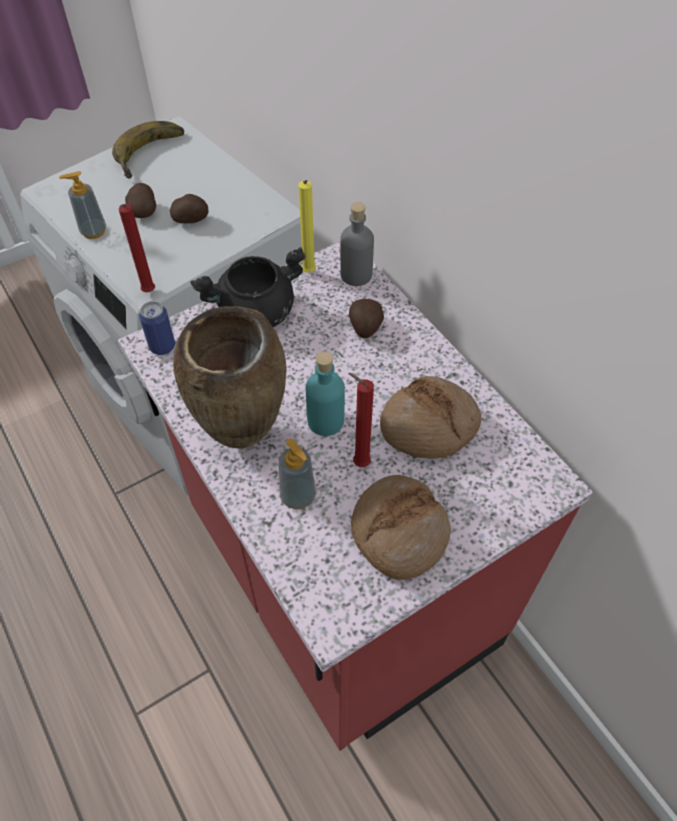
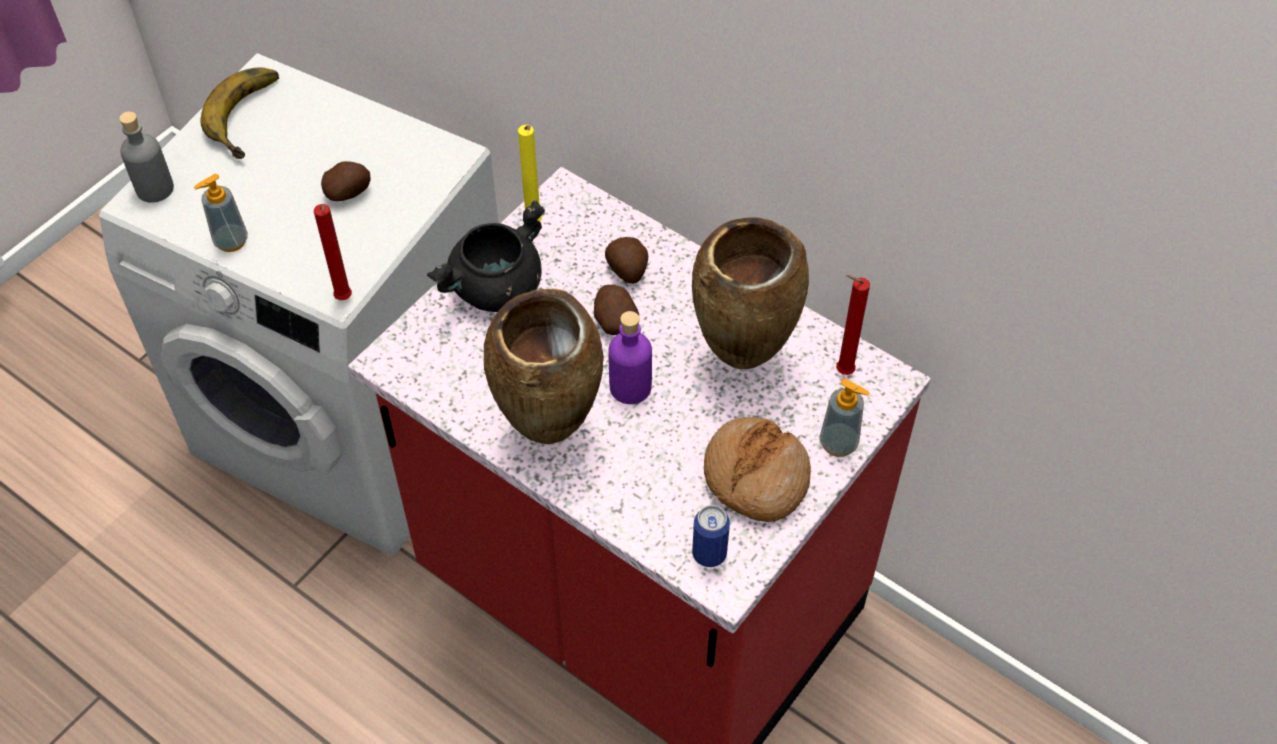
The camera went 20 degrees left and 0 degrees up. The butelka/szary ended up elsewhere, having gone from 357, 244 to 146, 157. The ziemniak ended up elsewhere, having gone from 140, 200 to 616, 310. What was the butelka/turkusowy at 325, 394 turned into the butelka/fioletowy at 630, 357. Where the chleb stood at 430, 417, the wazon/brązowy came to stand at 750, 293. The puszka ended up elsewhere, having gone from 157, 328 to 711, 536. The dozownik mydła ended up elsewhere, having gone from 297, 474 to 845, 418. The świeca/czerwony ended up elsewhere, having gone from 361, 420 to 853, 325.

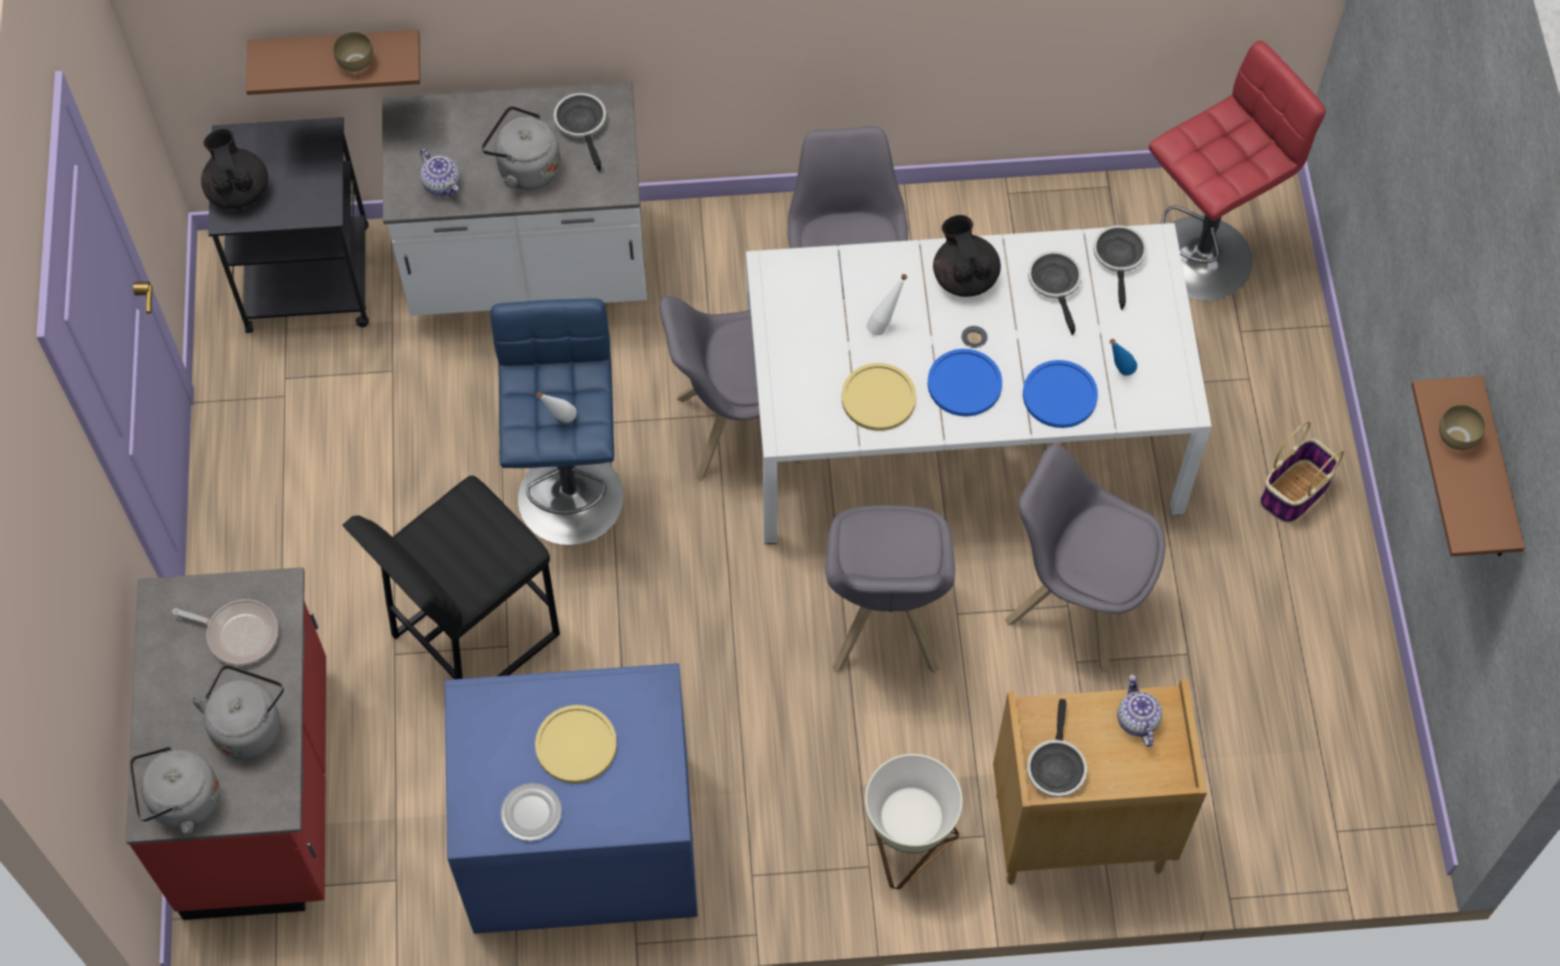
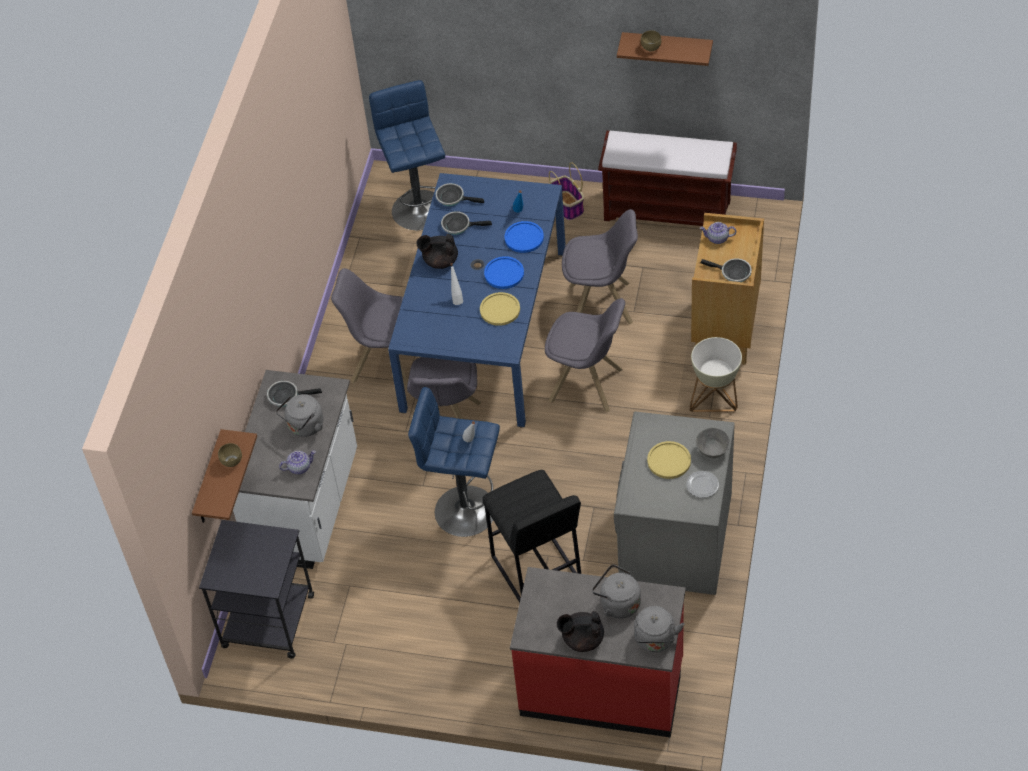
The camera went 70 degrees left and 10 degrees down. What was the stołek/czerwony at 1237, 170 turned into the stołek/niebieski at 407, 155. What was the stół jadalny/biały at 979, 383 turned into the stół jadalny/niebieski at 477, 300. The imbryk/czarny ended up elsewhere, having gone from 234, 169 to 580, 631. The krzesło/szary at 1085, 558 ended up facing another way, 135 degrees counterclockwise from before. The second view gained the ławka/brązowy at 667, 178. What was the pralka/niebieski at 571, 798 turned into the pralka/szary at 674, 503. The second view gained the miska/szary at 713, 443. The second view lost the patelnia at 225, 632.

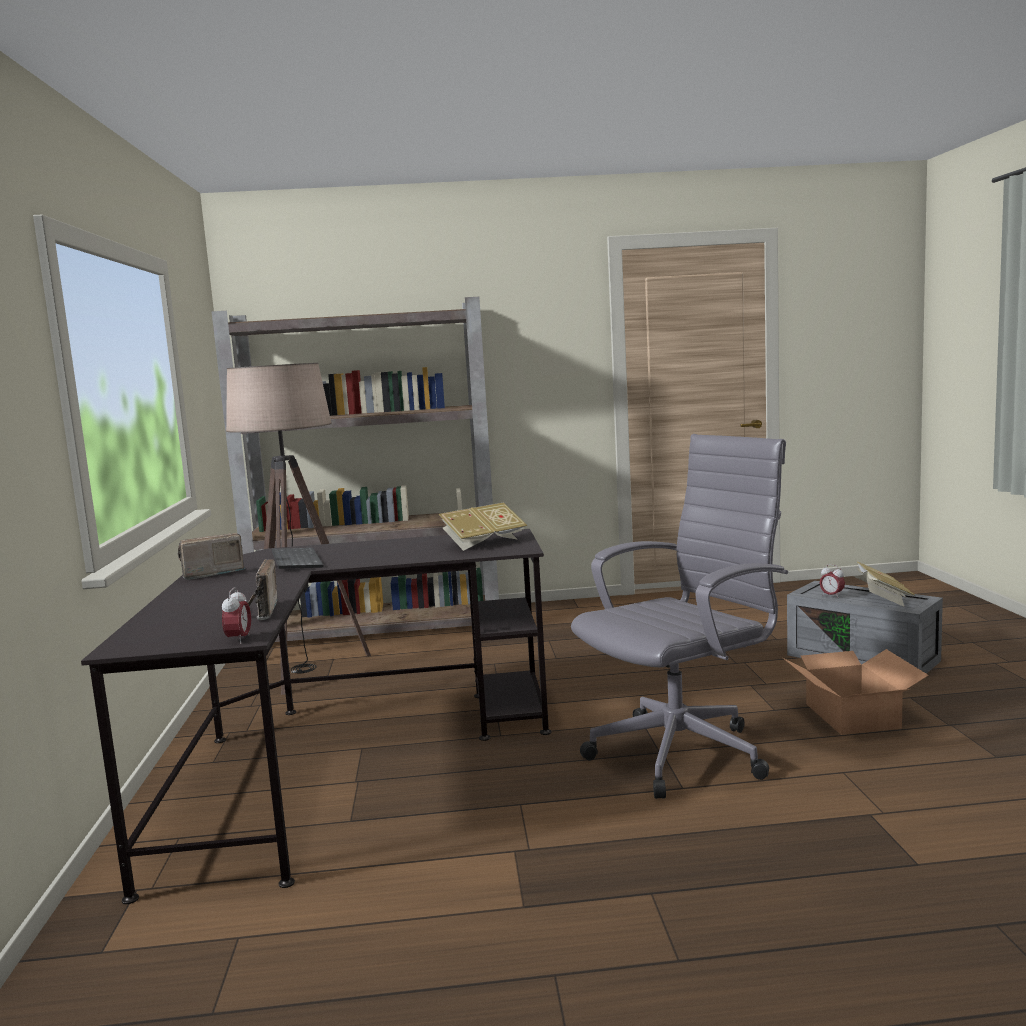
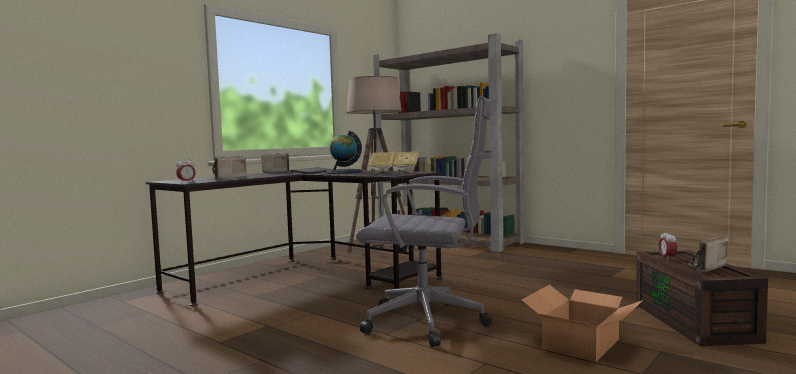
The camera went 45 degrees right and 5 degrees down. The second view gained the globus at 344, 152. What was the pojemnik do przechowywania/szary at 865, 627 turned into the pojemnik do przechowywania/brązowy at 702, 298. Where the książka stood at 884, 584, the radio came to stand at 708, 254.

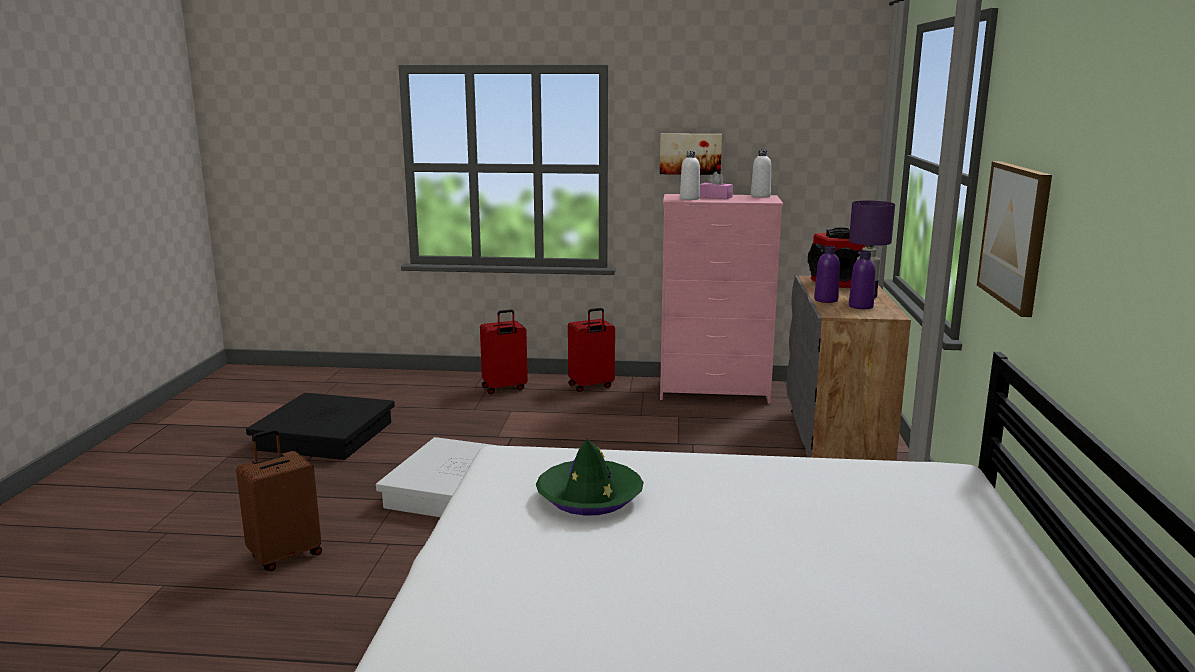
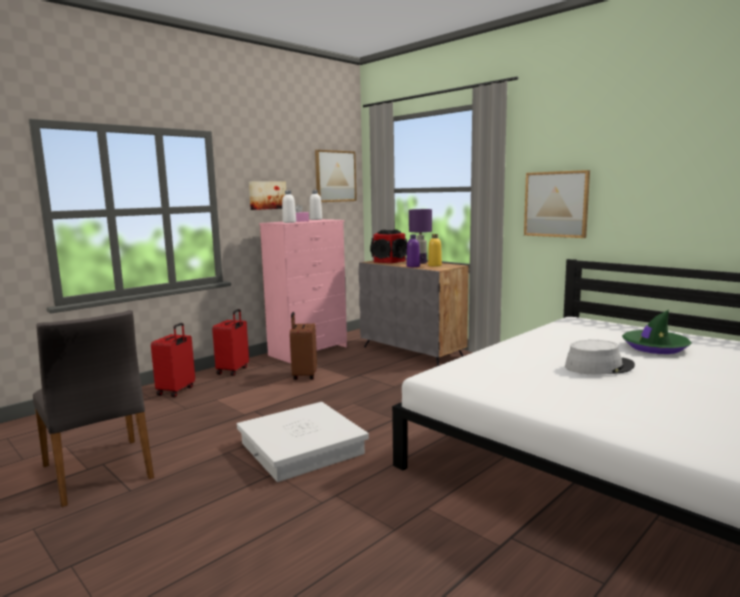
The camera went 50 degrees left and 5 degrees down. Where the pojemnik do przechowywania/czarny stood at 320, 426, the krzesło/szary came to stand at 93, 408. The walizka/brązowy ended up elsewhere, having gone from 279, 500 to 303, 346. The second view gained the obraz at 336, 176. What was the butelka/fioletowy at 862, 280 turned into the butelka/żółty at 435, 250. The second view gained the kapelusz/szary at 600, 357. The kapelusz/zielony ended up elsewhere, having gone from 590, 477 to 657, 332.

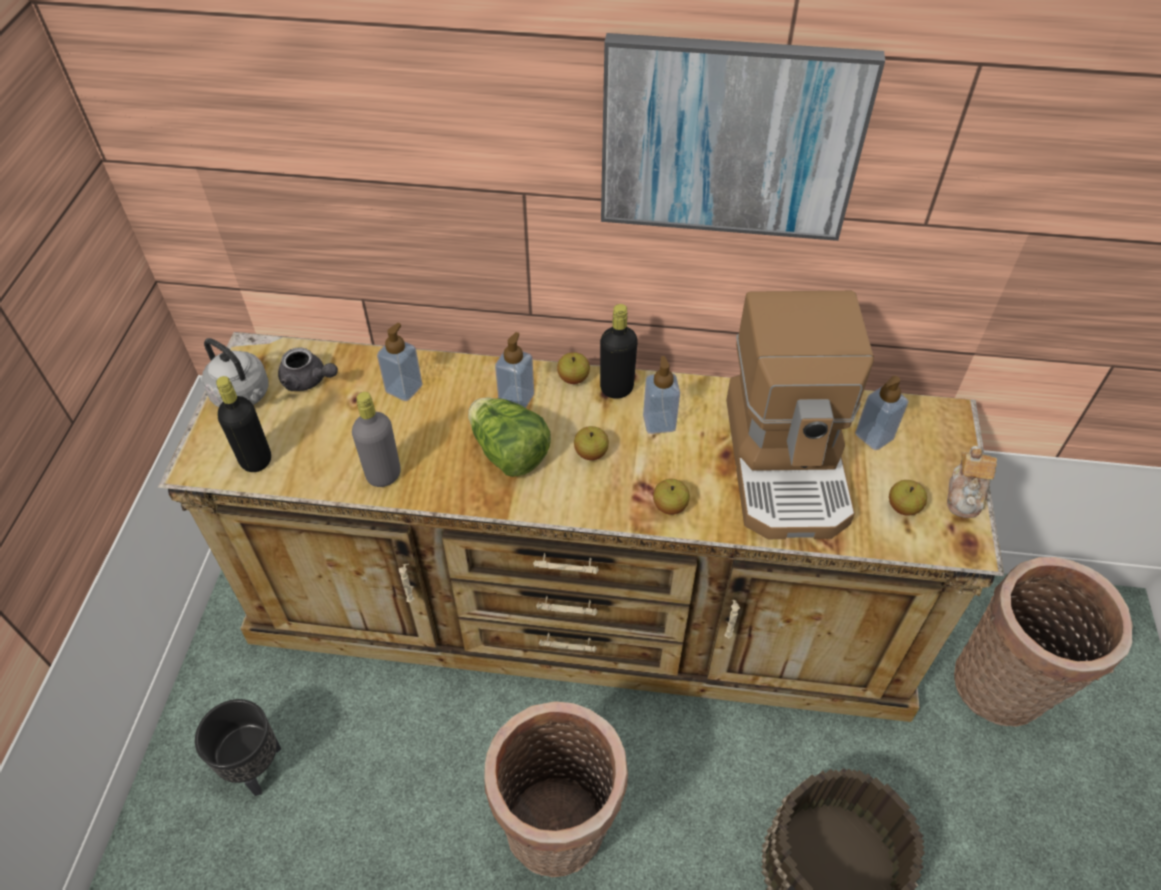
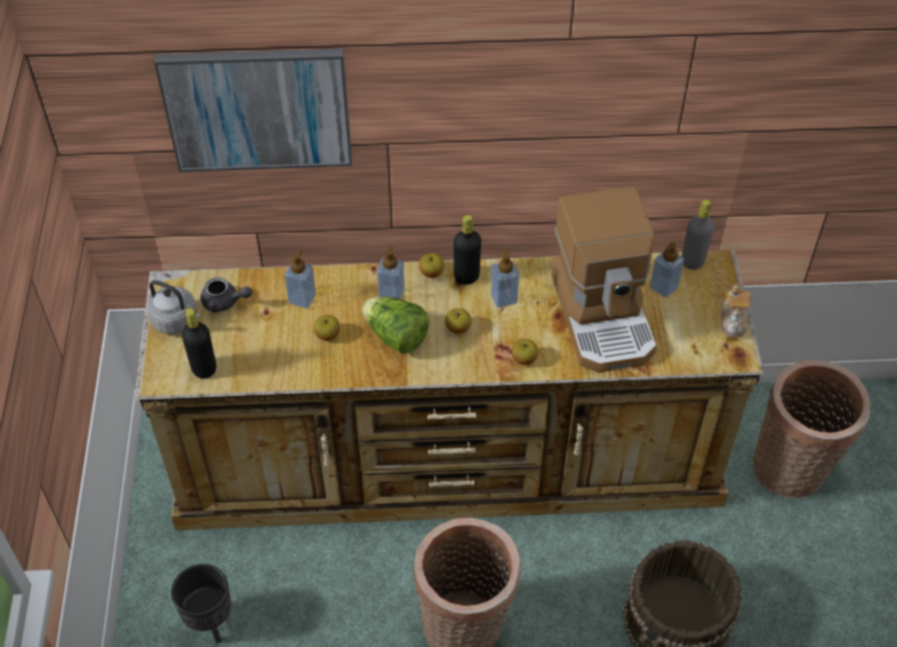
The camera went 10 degrees left and 0 degrees up. The obraz ended up elsewhere, having gone from 743, 137 to 253, 110. The jabłko ended up elsewhere, having gone from 908, 497 to 327, 328. The butelka/szary ended up elsewhere, having gone from 376, 439 to 698, 234.

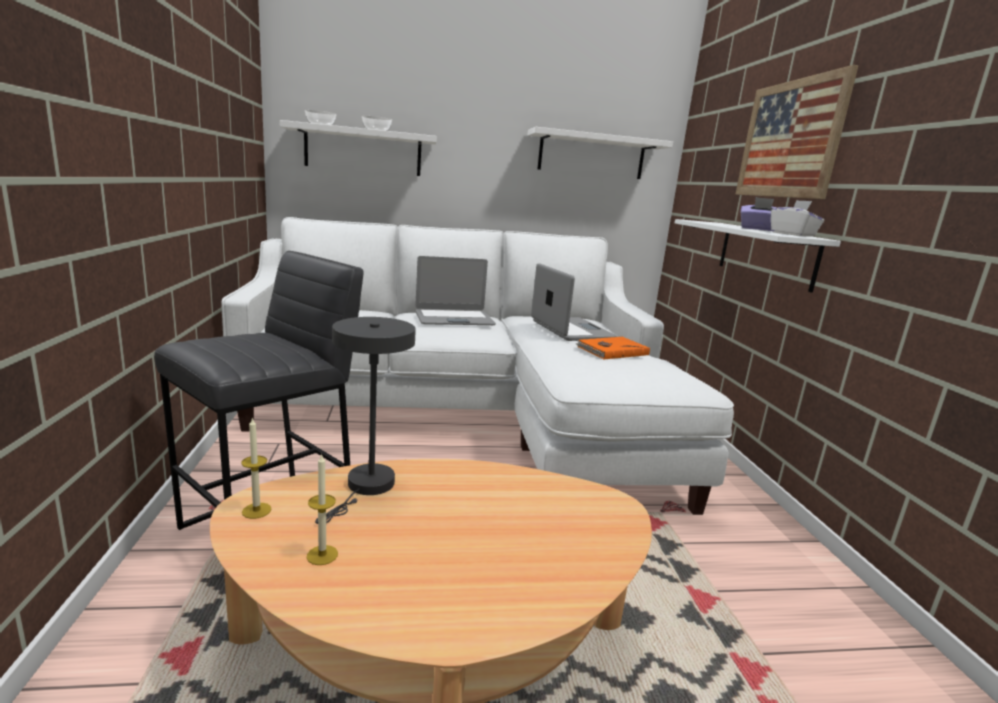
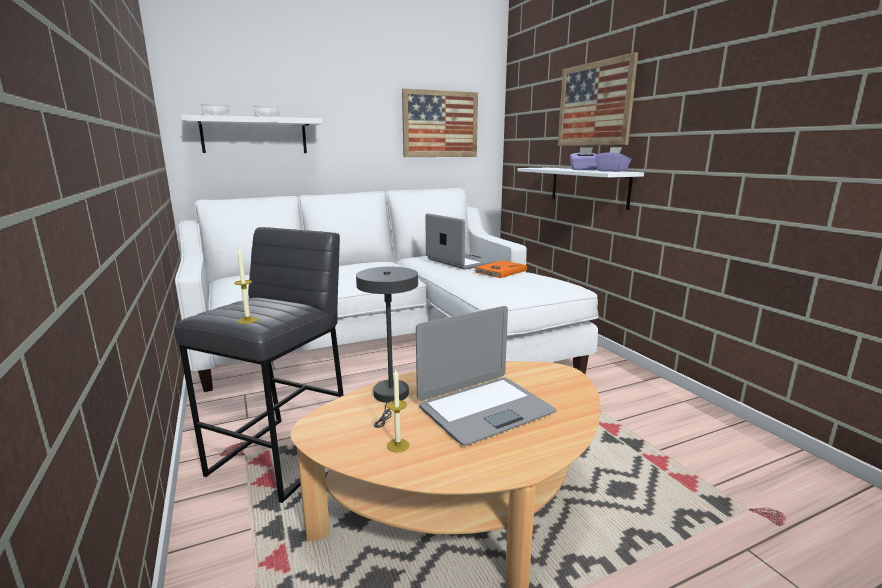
The camera went 15 degrees left and 0 degrees up. The świeca ended up elsewhere, having gone from 256, 469 to 246, 286. Where the półka/biały hung at 600, 153, the obraz came to hang at 440, 122. The laptop ended up elsewhere, having gone from 455, 290 to 486, 376. What was the pudełko chusteczek/biały at 797, 218 turned into the pudełko chusteczek/fioletowy at 613, 159.

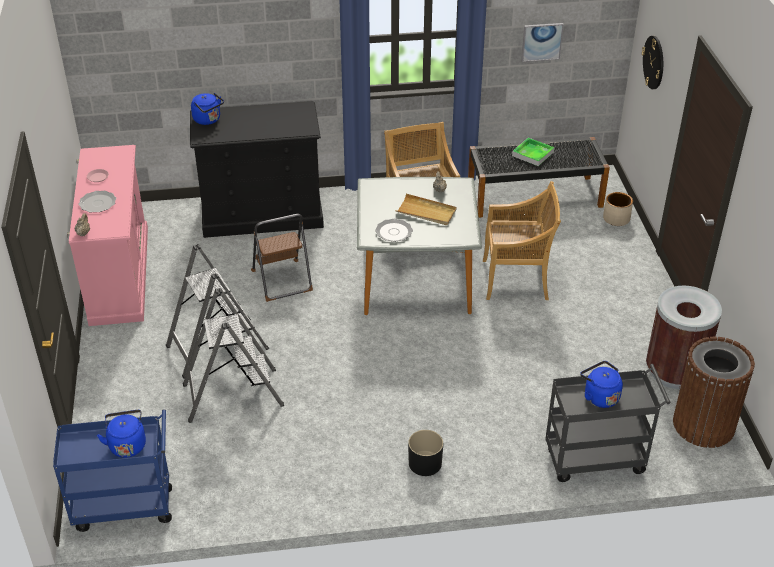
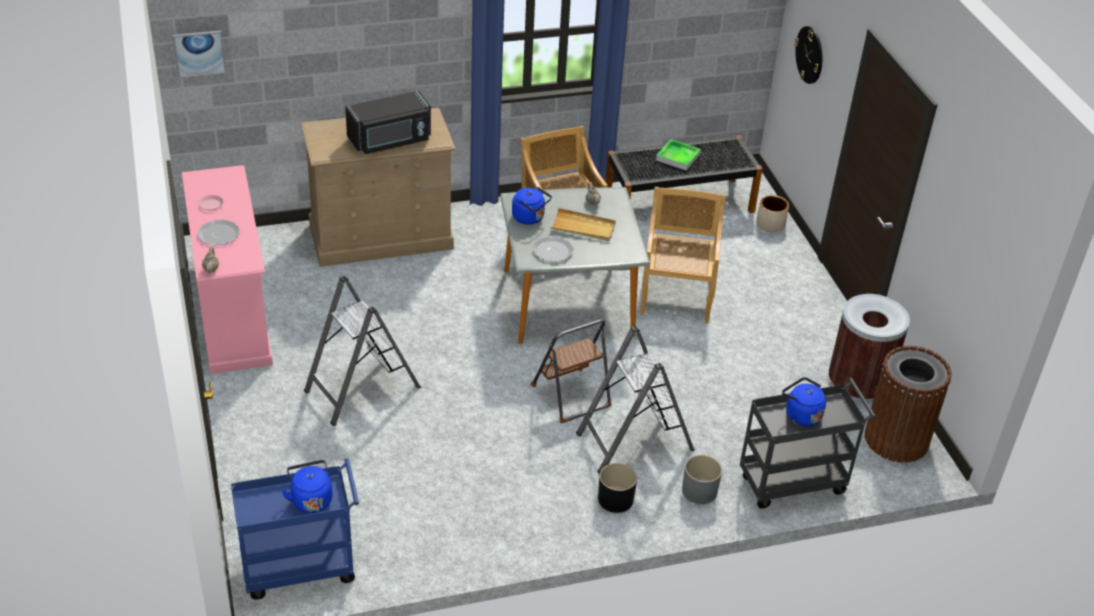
The camera went 10 degrees left and 0 degrees up. The obraz ended up elsewhere, having gone from 542, 42 to 199, 54. What was the komoda/czarny at 257, 169 turned into the komoda/beżowy at 378, 187. The second view gained the mikrofalówka/czarny at 388, 122. The czajnik/niebieski ended up elsewhere, having gone from 207, 109 to 532, 206. The drabinka/brązowy ended up elsewhere, having gone from 282, 258 to 570, 371. The drabinka/szary ended up elsewhere, having gone from 233, 355 to 635, 400. The krzesło/beżowy at 522, 240 ended up facing another way, 75 degrees counterclockwise from before. The second view gained the donica/szary at 702, 479.

